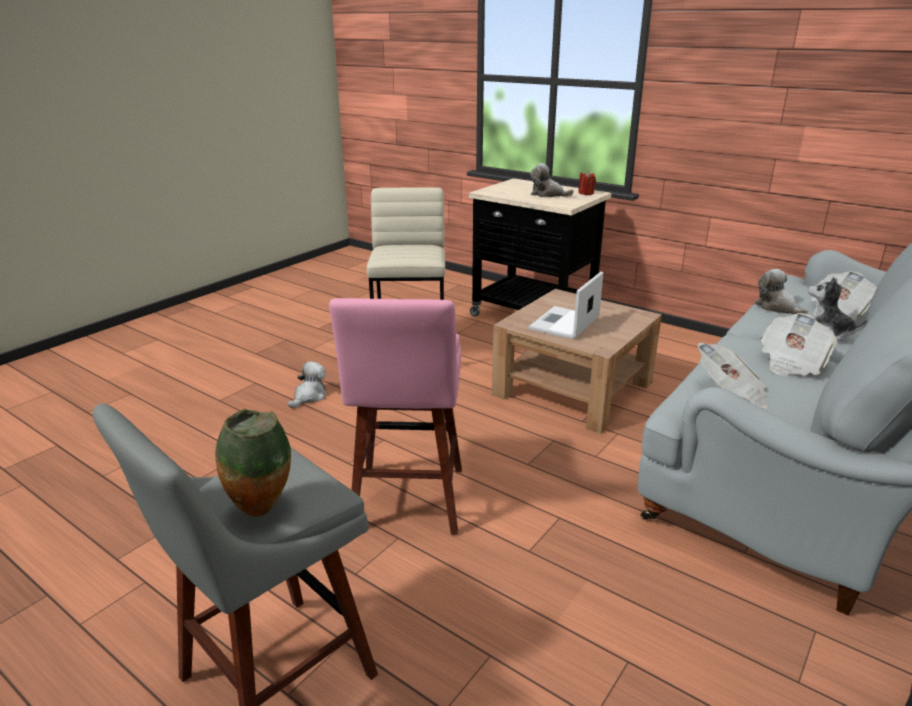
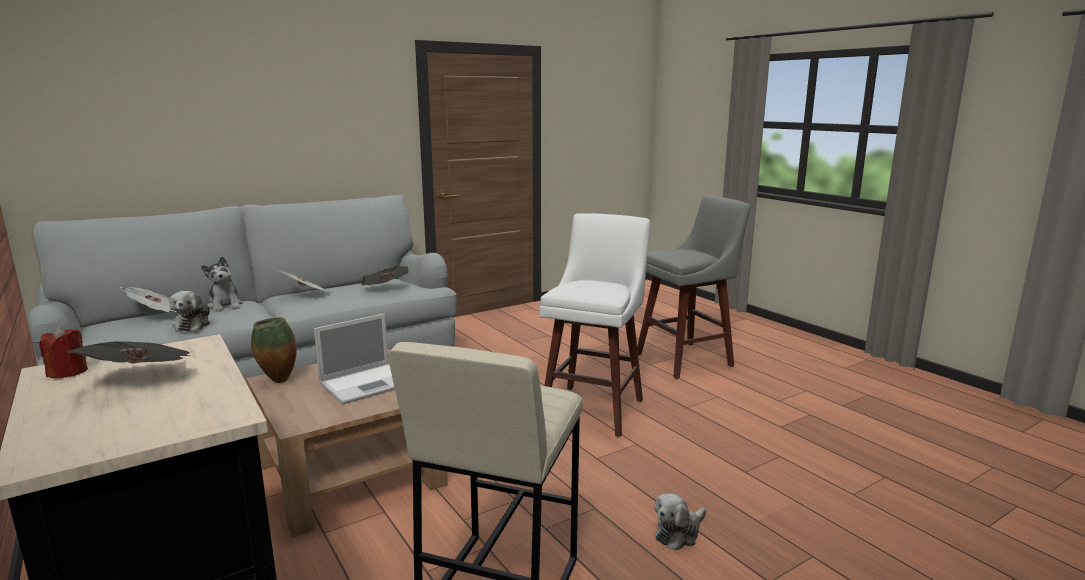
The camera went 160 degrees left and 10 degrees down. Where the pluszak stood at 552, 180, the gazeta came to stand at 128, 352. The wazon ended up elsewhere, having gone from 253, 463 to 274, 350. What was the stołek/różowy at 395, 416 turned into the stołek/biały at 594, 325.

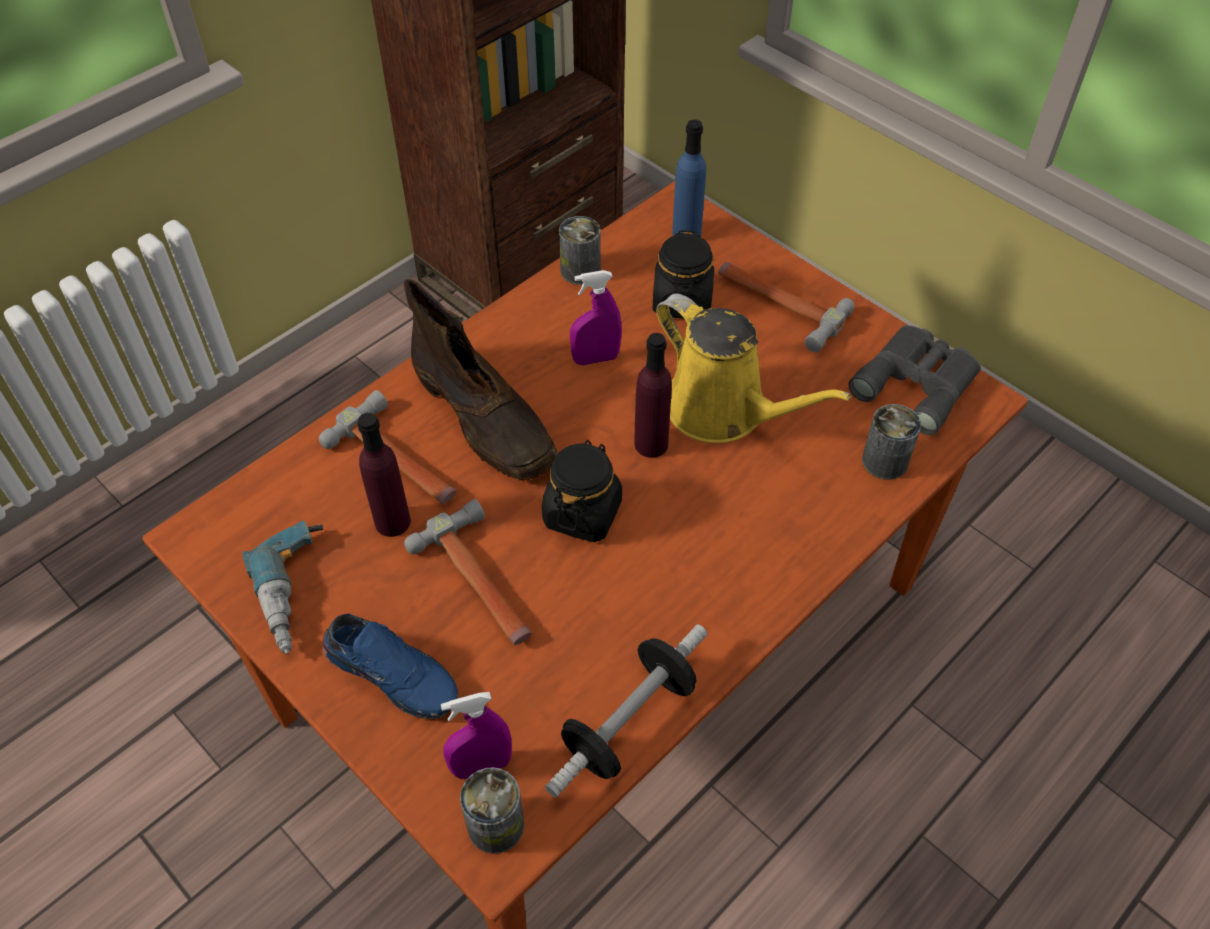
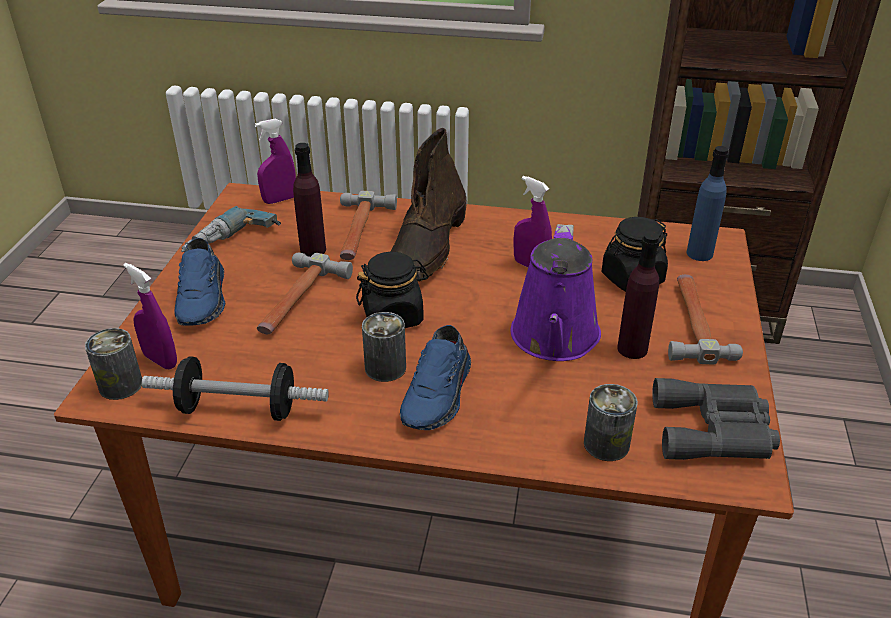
The camera went 55 degrees right and 15 degrees down. The second view gained the spryskiwacz/fioletowy at 275, 161. The puszka ended up elsewhere, having gone from 580, 250 to 384, 347. The second view gained the but/niebieski at 435, 377. What was the konewka/żółty at 754, 368 turned into the konewka/fioletowy at 556, 292. The butelka/fioletowy ended up elsewhere, having gone from 653, 395 to 638, 295.

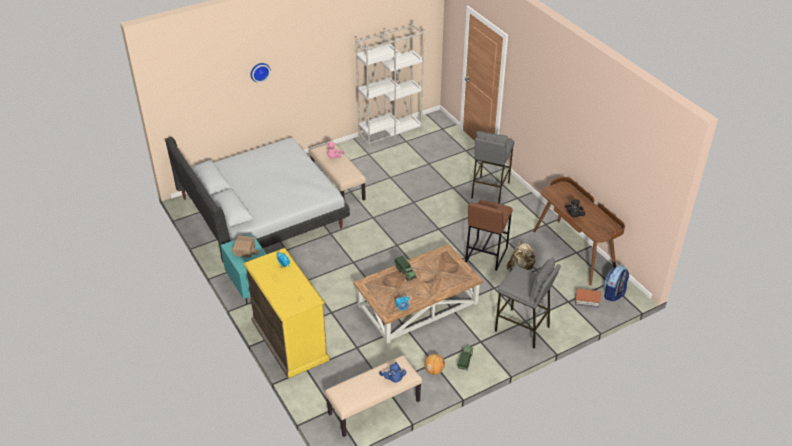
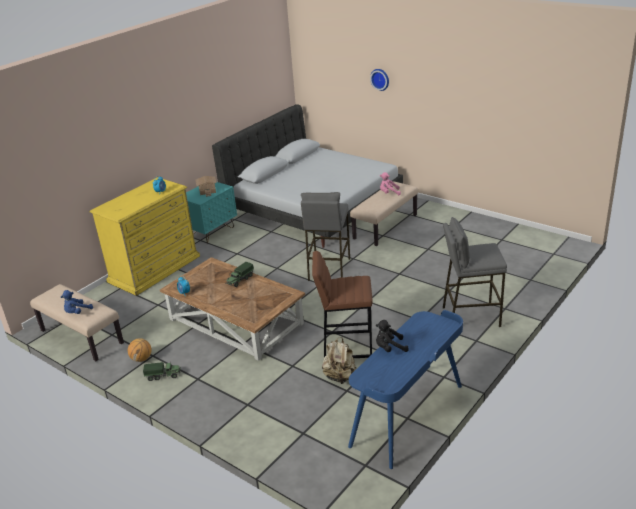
The camera went 70 degrees right and 10 degrees down. The stołek/szary ended up elsewhere, having gone from 528, 303 to 325, 236. What was the biurko/brązowy at 579, 231 turned into the biurko/niebieski at 405, 389. The second view lost the regał/biały at 389, 84. The second view lost the domek at 588, 298. The second view lost the plecak at 616, 283.

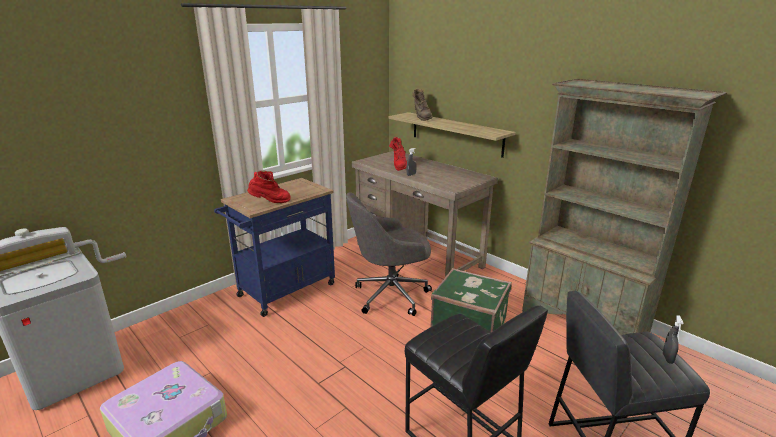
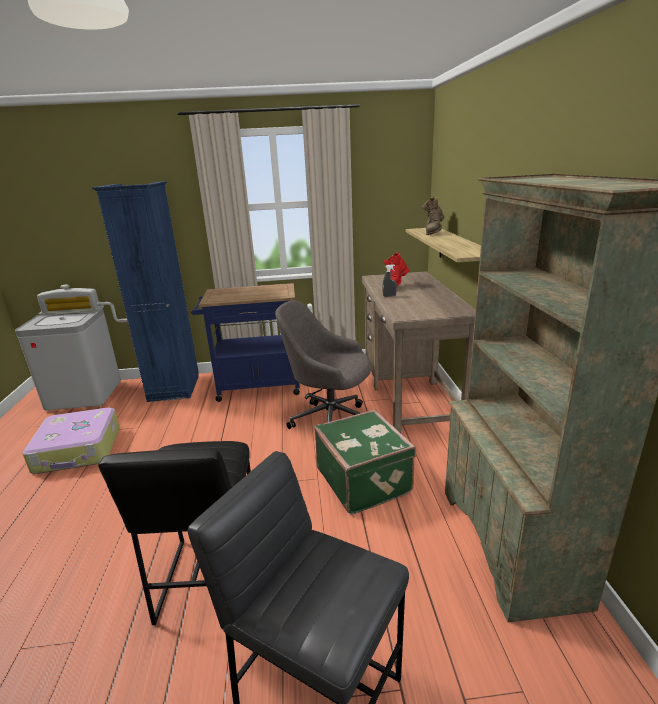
The camera went 40 degrees right and 0 degrees up. The second view gained the szafka/niebieski at 144, 291. The second view lost the but z cholewką/czerwony at 269, 186. The second view lost the spryskiwacz/szary at 673, 339.

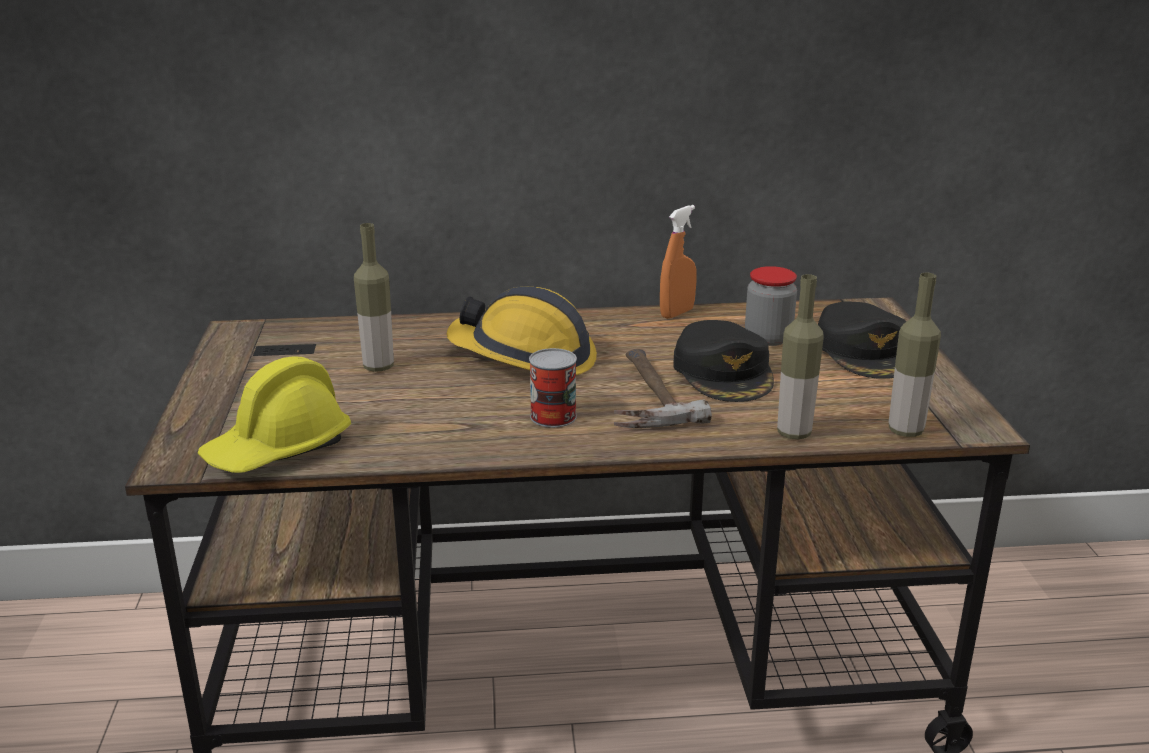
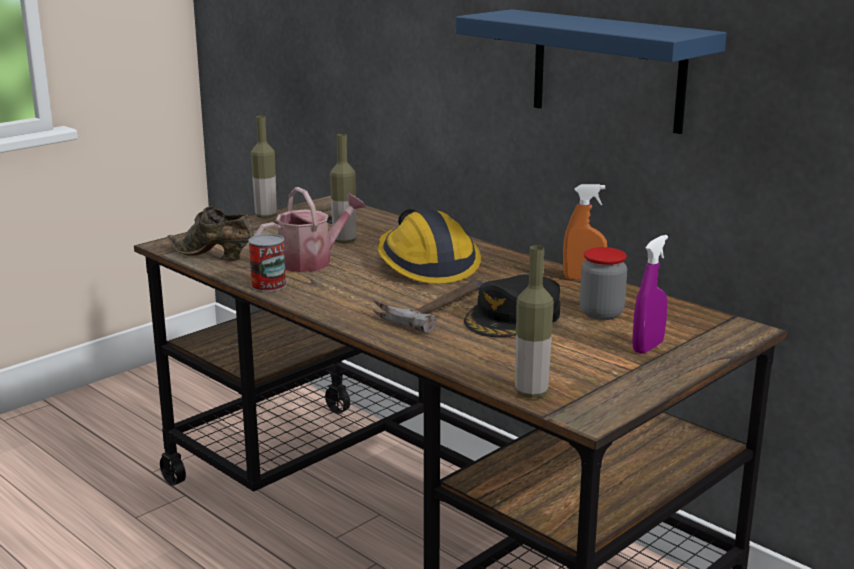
The camera went 50 degrees right and 5 degrees down. Where the kask/żółty stood at 274, 414, the but/brązowy came to stand at 211, 233. The puszka ended up elsewhere, having gone from 553, 388 to 267, 263. The butelka ended up elsewhere, having gone from 800, 356 to 264, 167. The second view gained the konewka at 310, 229. The second view gained the półka/niebieski at 591, 71. Where the czapka z daszkiem/czarny stood at 862, 340, the spryskiwacz/fioletowy came to stand at 650, 294.

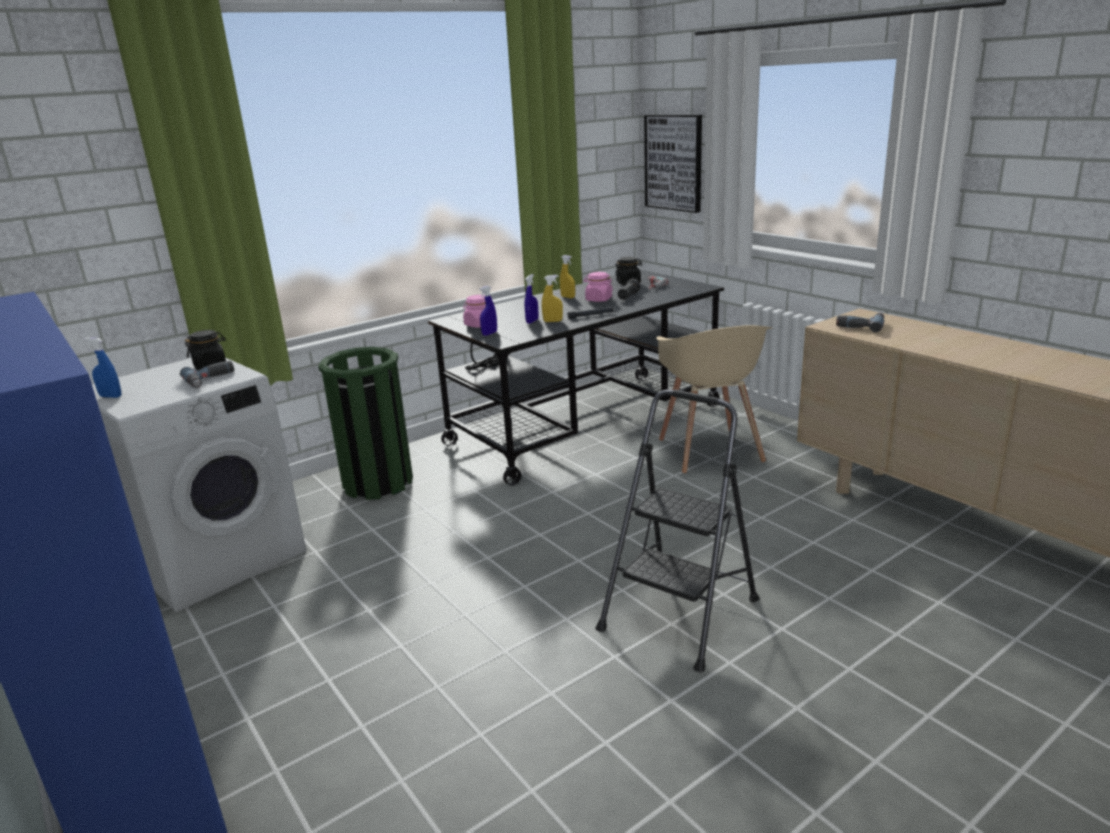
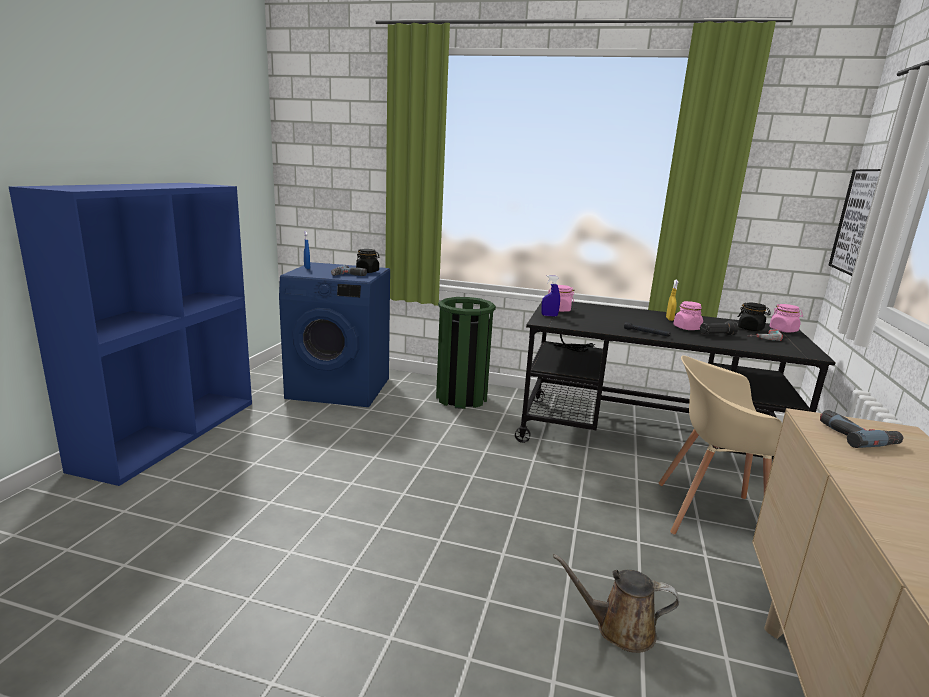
The camera went 50 degrees right and 5 degrees down. What was the pralka/biały at 199, 485 turned into the pralka/niebieski at 334, 334. The second view gained the konewka/brązowy at 616, 603. The krzesło/beżowy at 714, 399 ended up facing another way, 60 degrees clockwise from before. The second view gained the słoik/różowy at 786, 318. The second view lost the spryskiwacz/niebieski at 532, 299. The second view lost the spryskiwacz/żółty at 552, 298. The second view lost the drabinka/czarny at 677, 531.

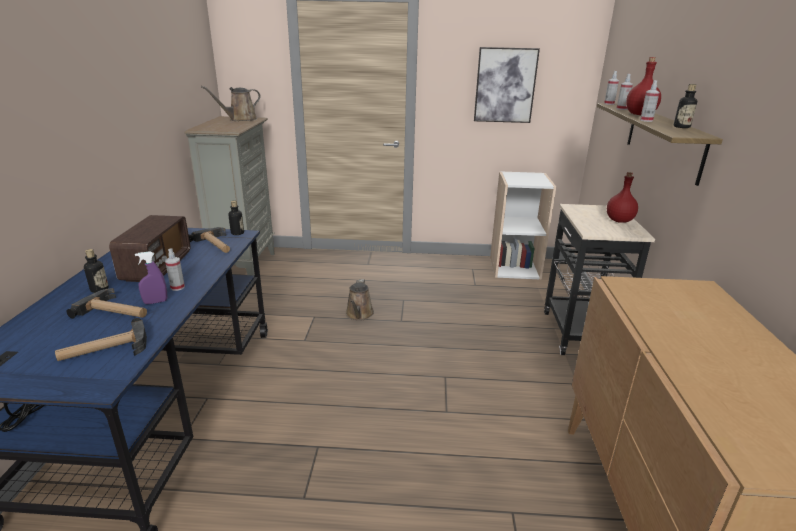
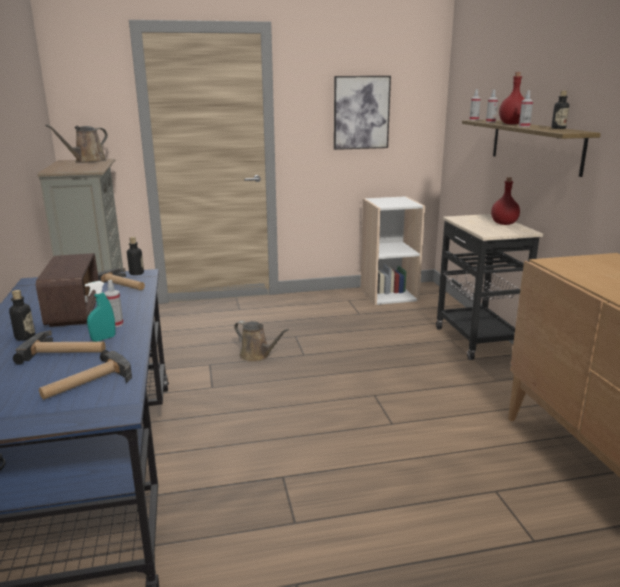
The camera went 15 degrees left and 5 degrees down. What was the spryskiwacz/fioletowy at 151, 277 turned into the spryskiwacz/turkusowy at 100, 311. The konewka/brązowy at 360, 300 ended up facing another way, 45 degrees counterclockwise from before.

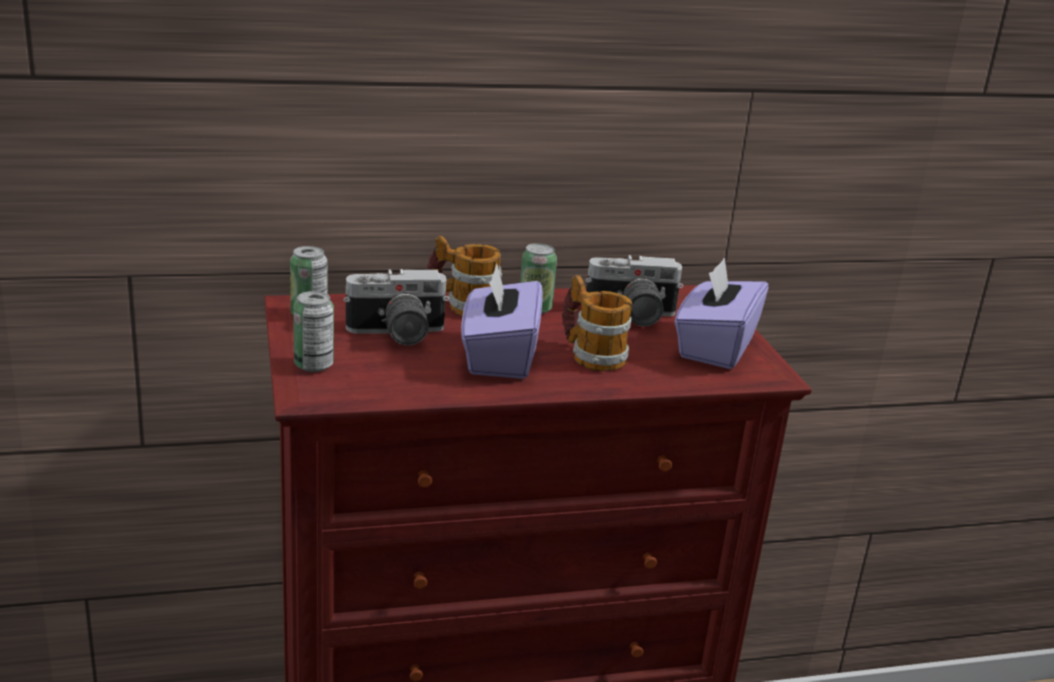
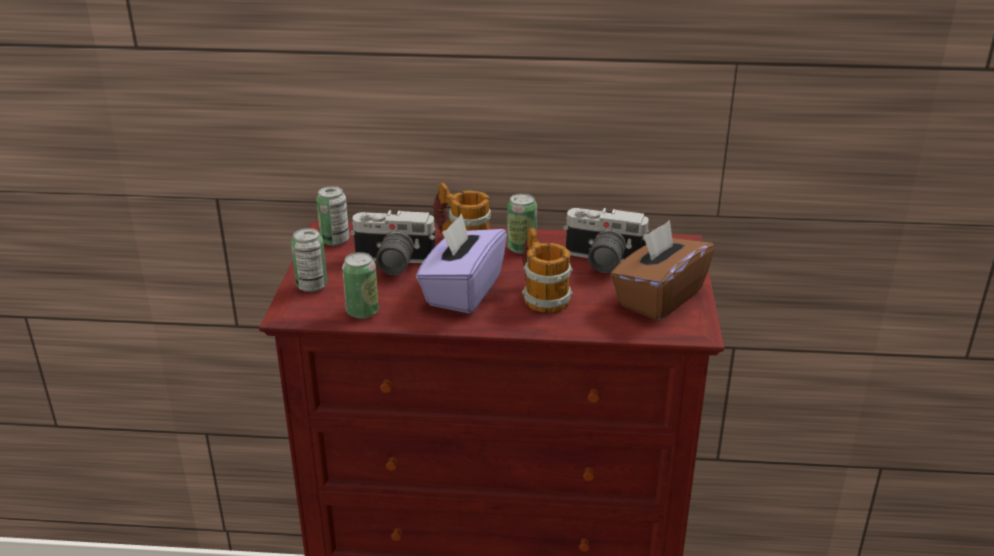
The camera went 20 degrees right and 5 degrees up. The second view gained the puszka at 360, 285. What was the pudełko chusteczek/fioletowy at 721, 313 turned into the pudełko chusteczek/brązowy at 662, 270.

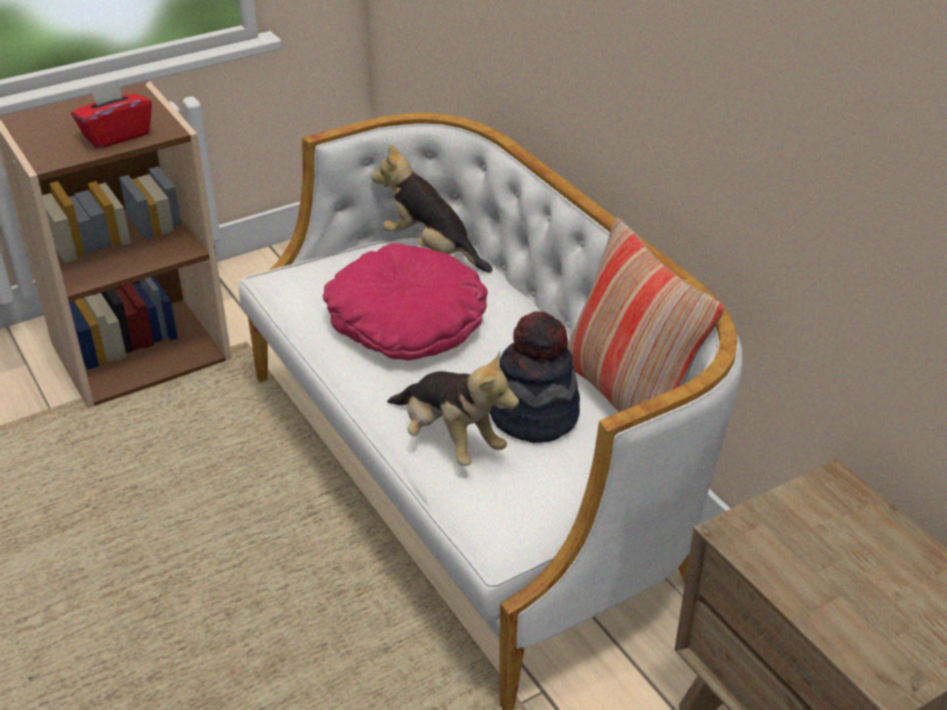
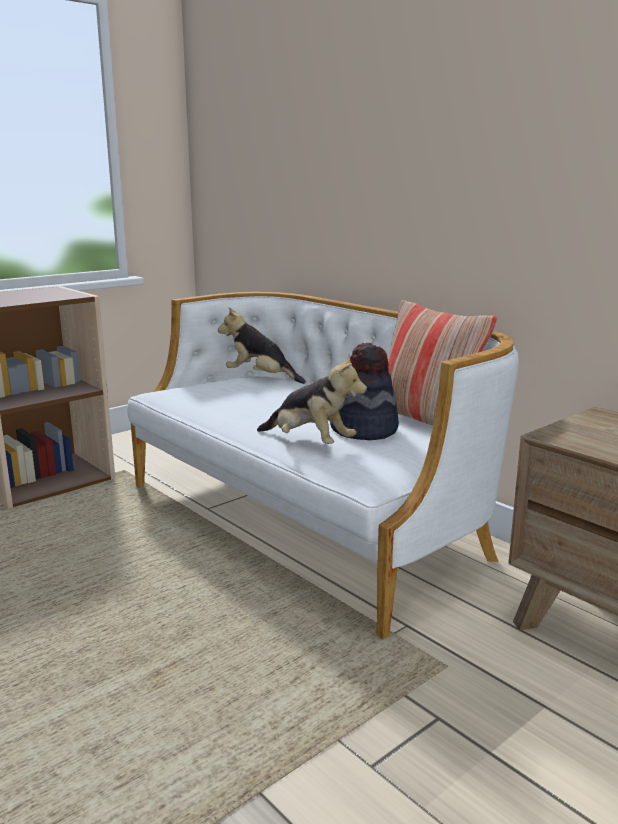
The camera went 10 degrees left and 20 degrees down. The second view lost the pudełko chusteczek/czerwony at 111, 114. The second view lost the poduszka/różowy at 405, 301.

